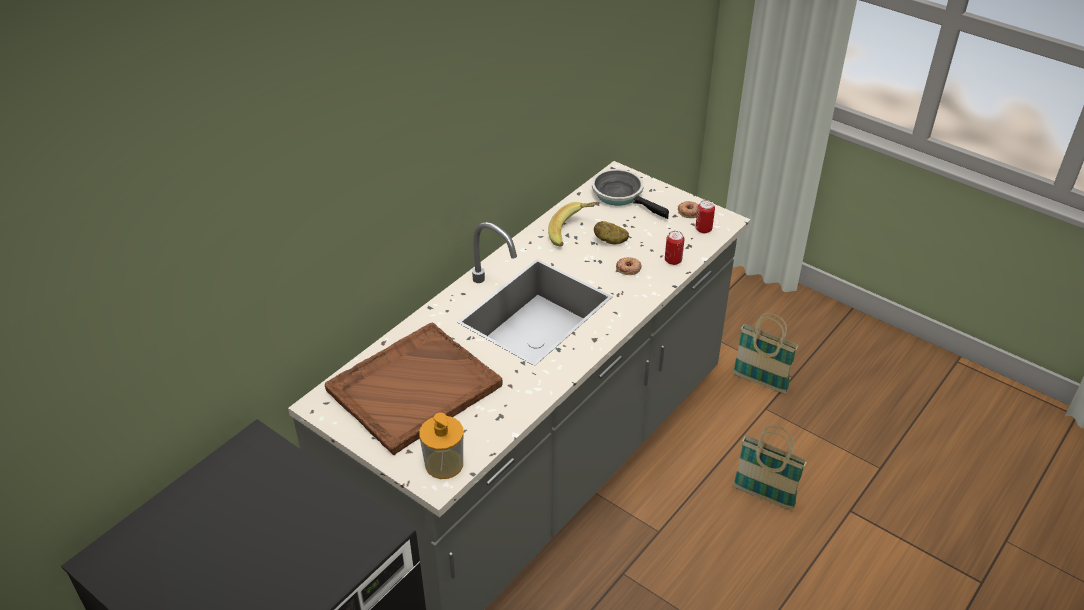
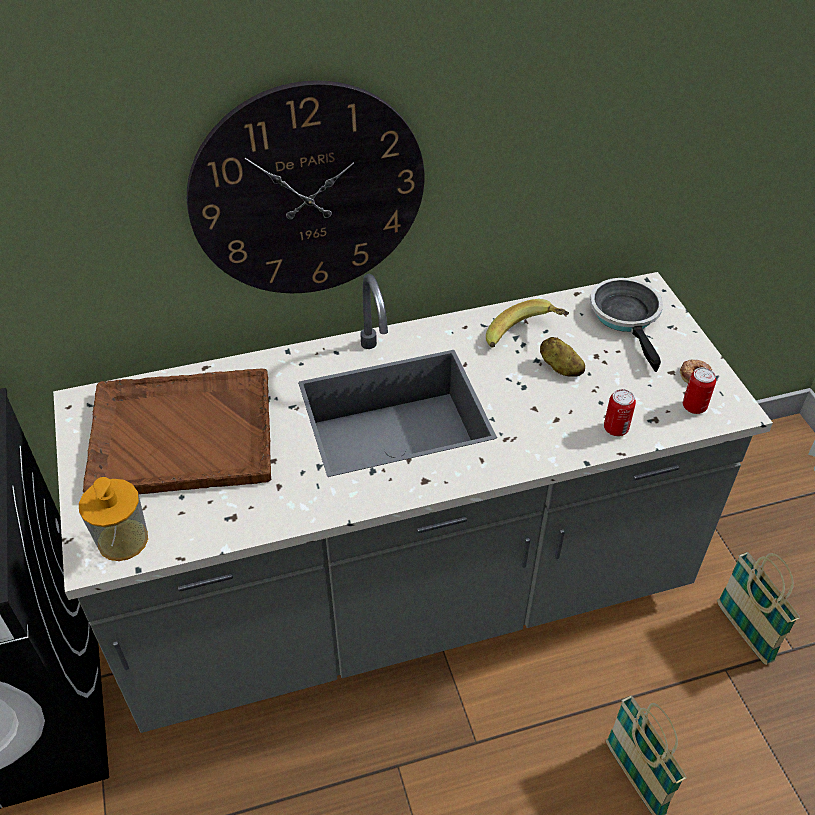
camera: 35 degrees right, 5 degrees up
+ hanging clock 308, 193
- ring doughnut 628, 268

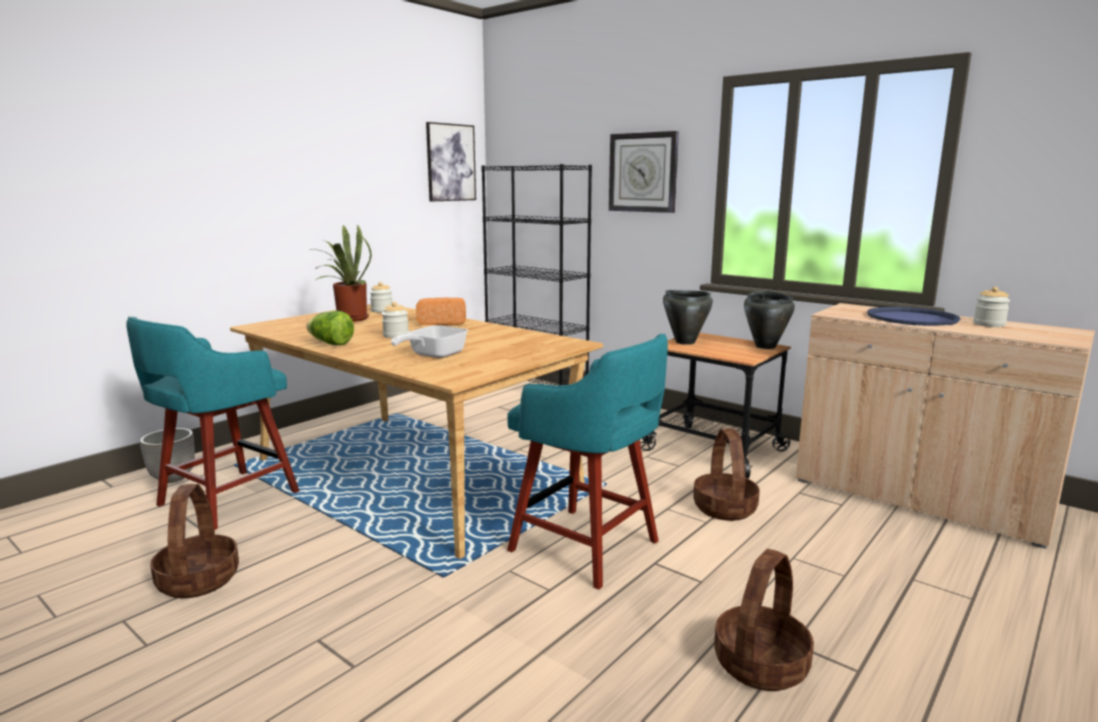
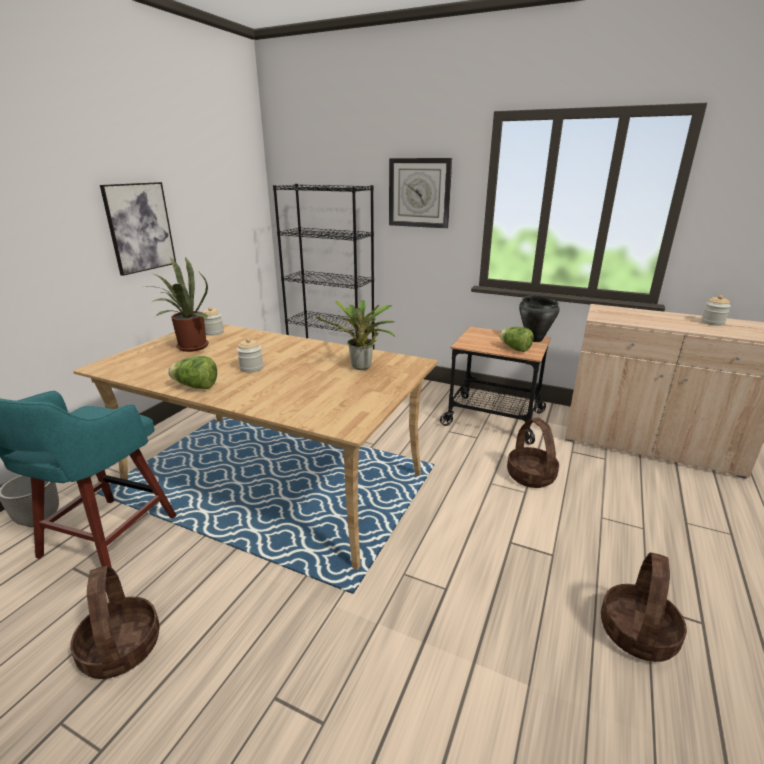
camera: 15 degrees left, 10 degrees up
~ wall art 450, 162 to 140, 227
+ houseplant 362, 368
+ head of lettuce 515, 349
- skillet 432, 355
- bread 442, 322
- turquoise-coloured stool seat 587, 548
- blackish stockpot 684, 342
- bluish tray 912, 318

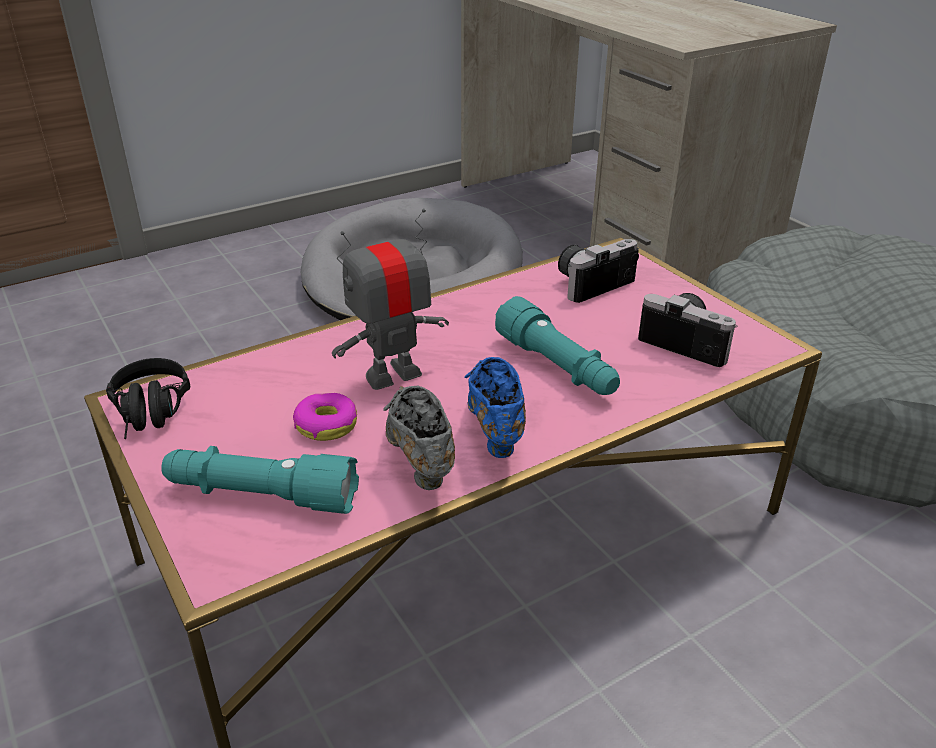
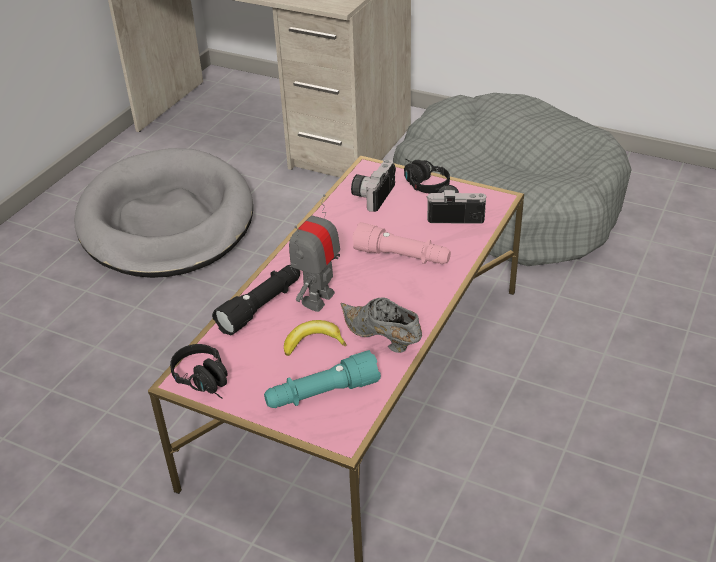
camera: 30 degrees left, 5 degrees up
+ blackish hand torch 261, 307
~ ring doughnut 326, 425 to banana fruit 313, 342
~ turquoise-coloured hand torch 557, 367 to pinkish hand torch 402, 257
+ blackish headphones 421, 183
- bluish shoe 495, 429

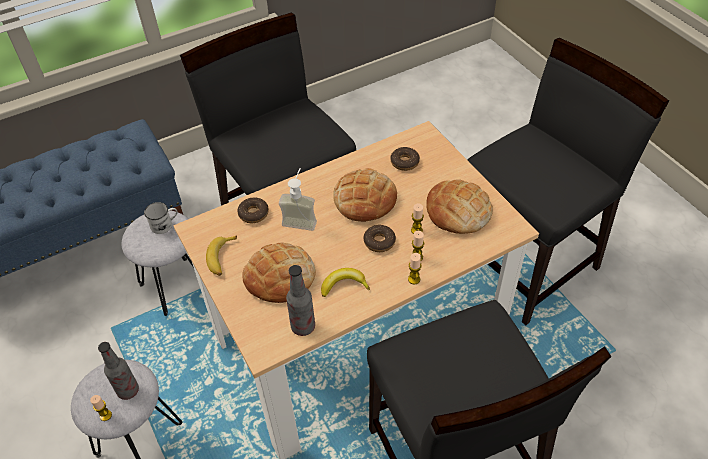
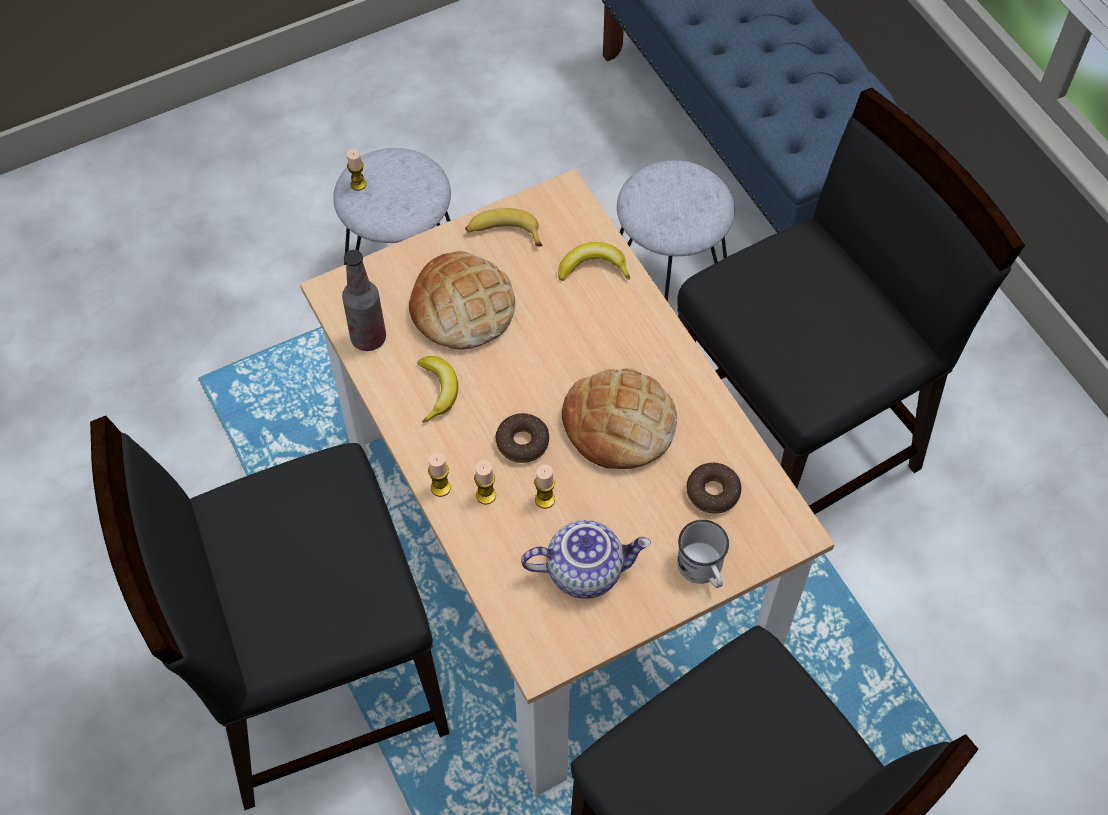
camera: 90 degrees right, 10 degrees up
~ bread 458, 211 to teapot 585, 569
~ ring doughnut 253, 213 to banana fruit 593, 267
~ white coffee mug 165, 225 to 703, 570
- bottle 128, 391
- soap bottle 301, 218

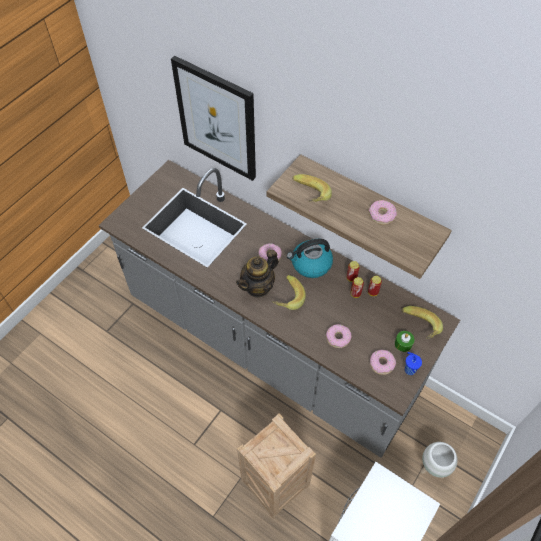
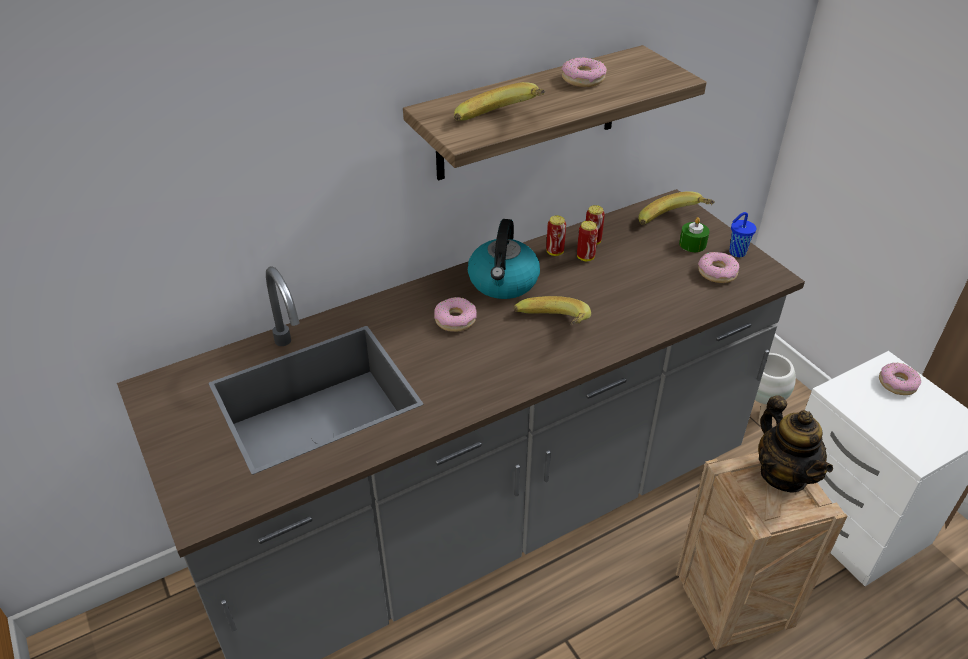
camera: 65 degrees left, 15 degrees down
~ teapot 258, 287 to 783, 474
~ ring doughnut 338, 338 to 897, 383
- wall art 217, 119

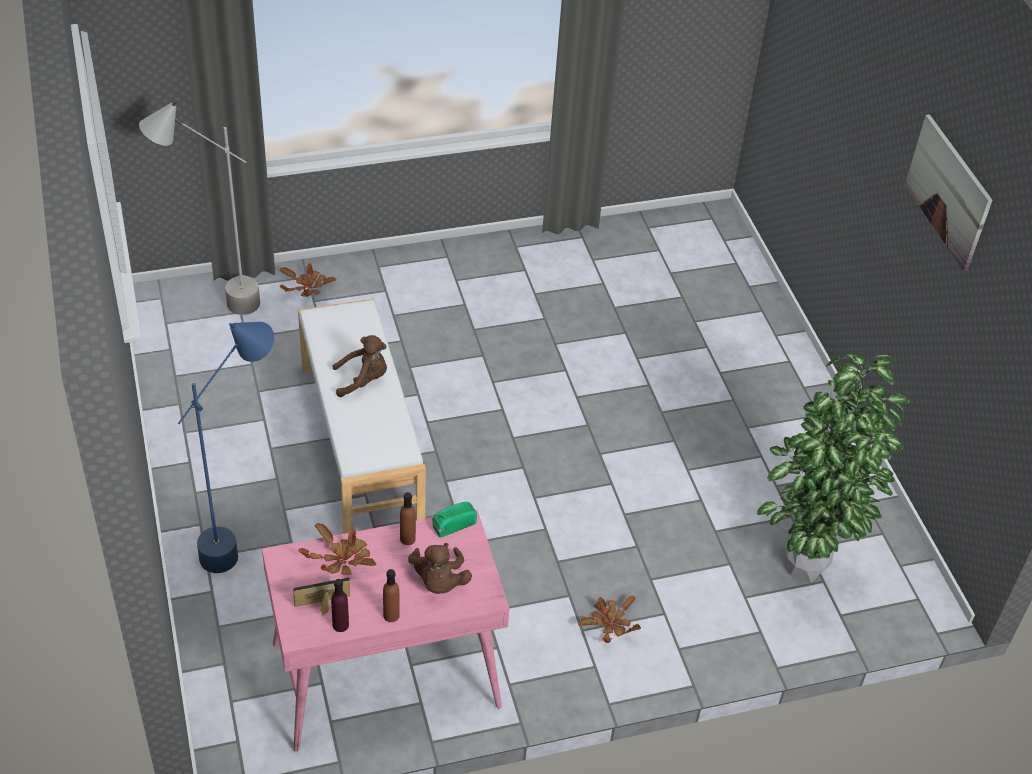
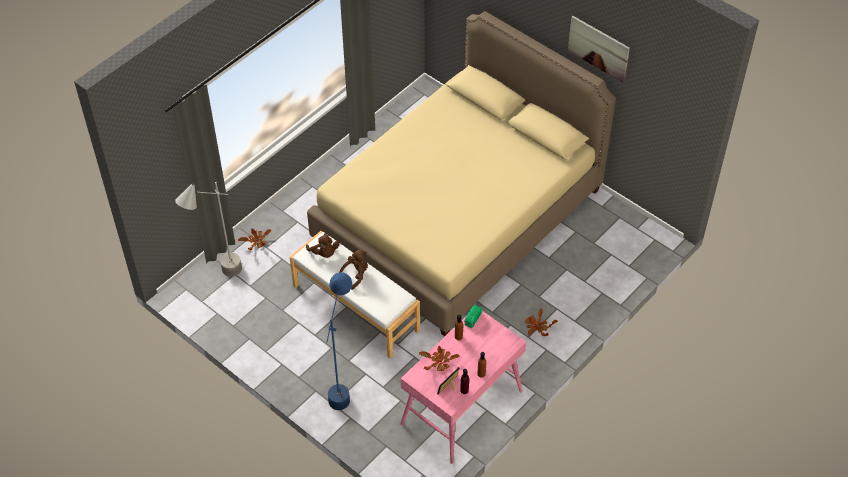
camera: 30 degrees left, 5 degrees up
~ brownish cuddly toy 439, 582 to 324, 253
+ beige-coloured sleeping bed 458, 216
- houseplant 804, 572

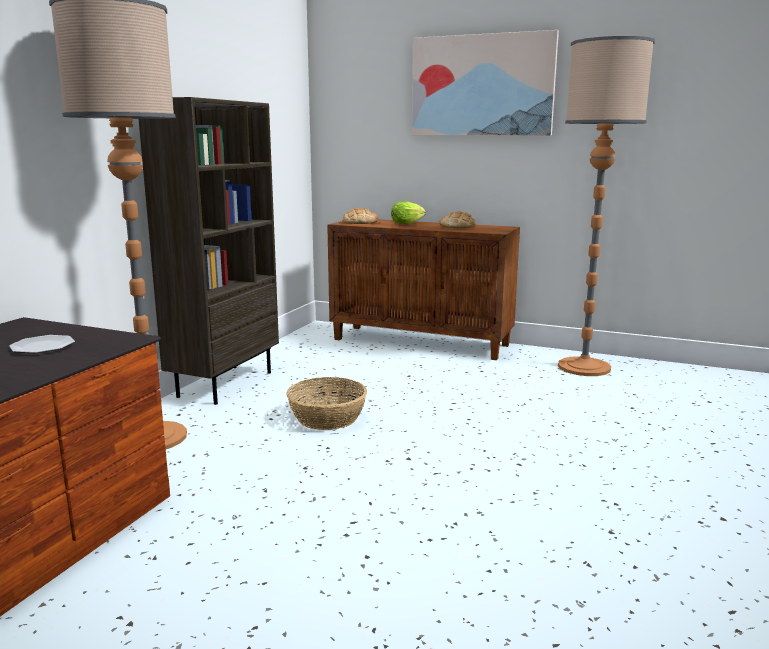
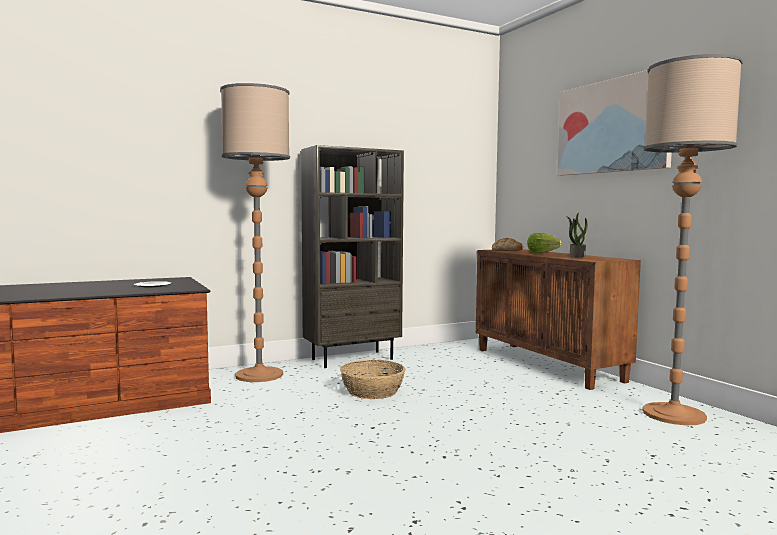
camera: 40 degrees right, 10 degrees down
~ bread 457, 226 to houseplant 577, 256

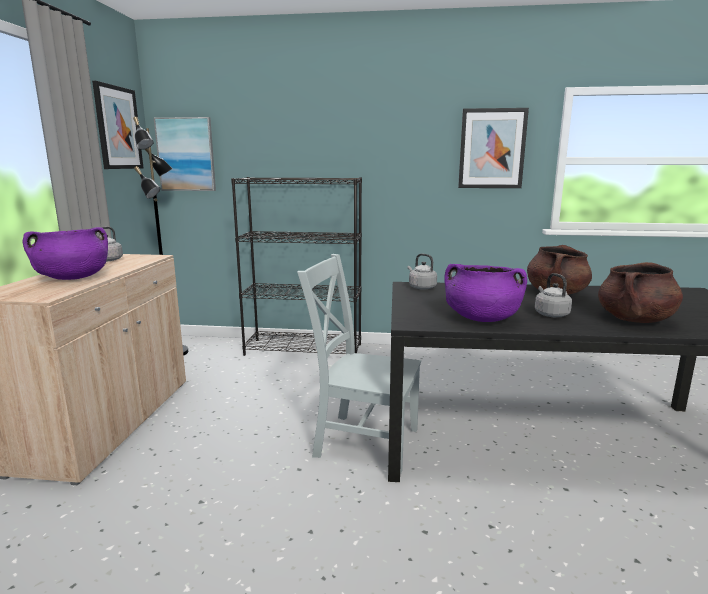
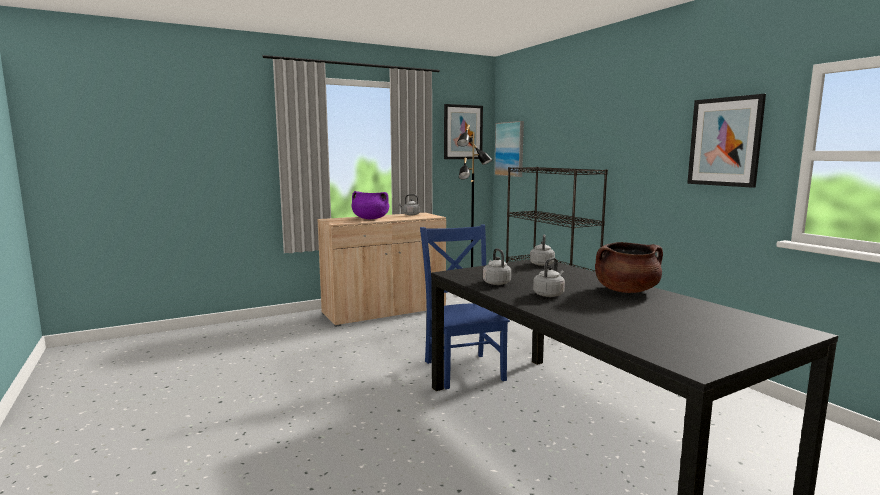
camera: 55 degrees right, 5 degrees down
~ greyish plain chair 362, 441 to bluish plain chair 463, 369
~ purple stockpot 481, 318 to greyish tea kettle 496, 283
- brownish stockpot 635, 319

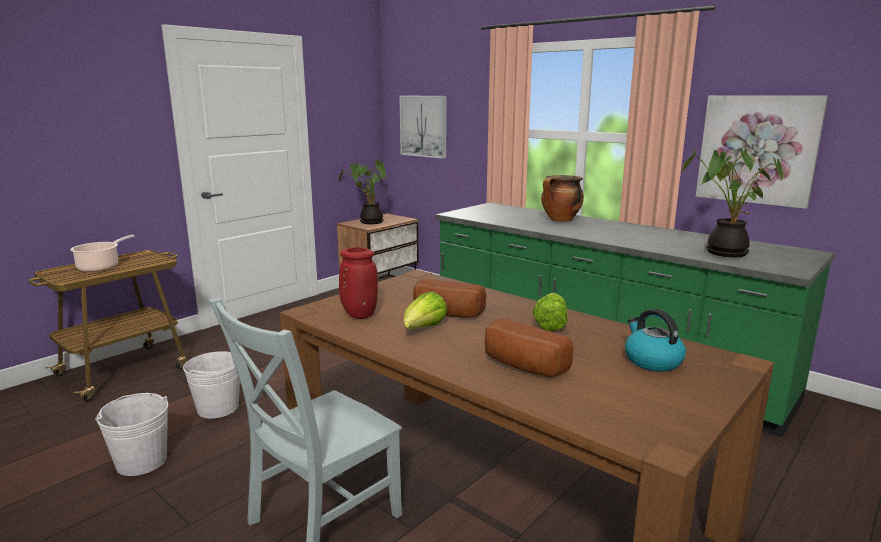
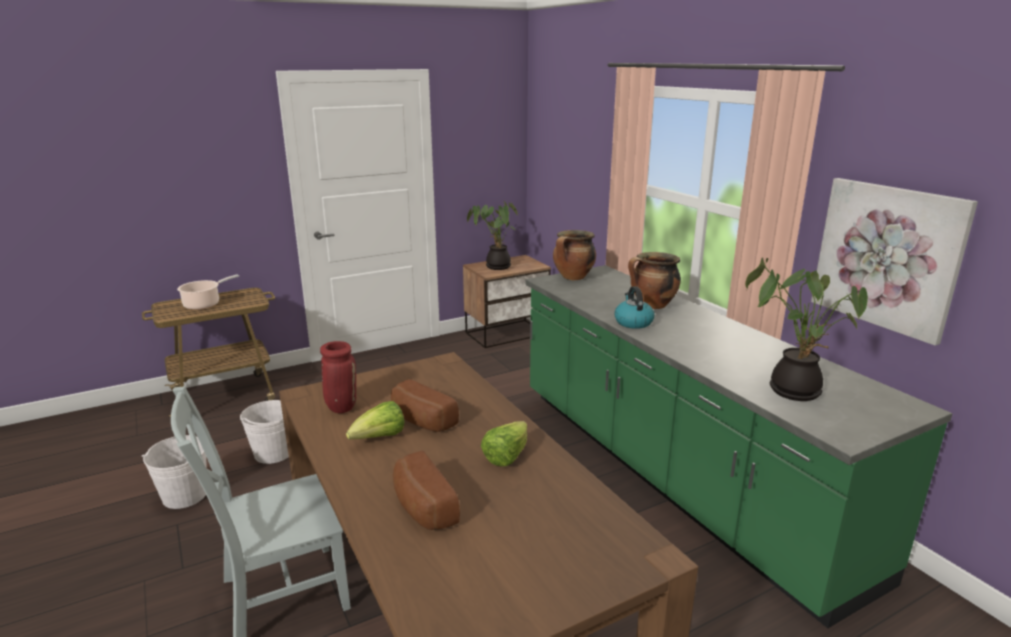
camera: 20 degrees right, 5 degrees up
+ stockpot 573, 278
~ tea kettle 652, 361 to 633, 322
- wall art 424, 126

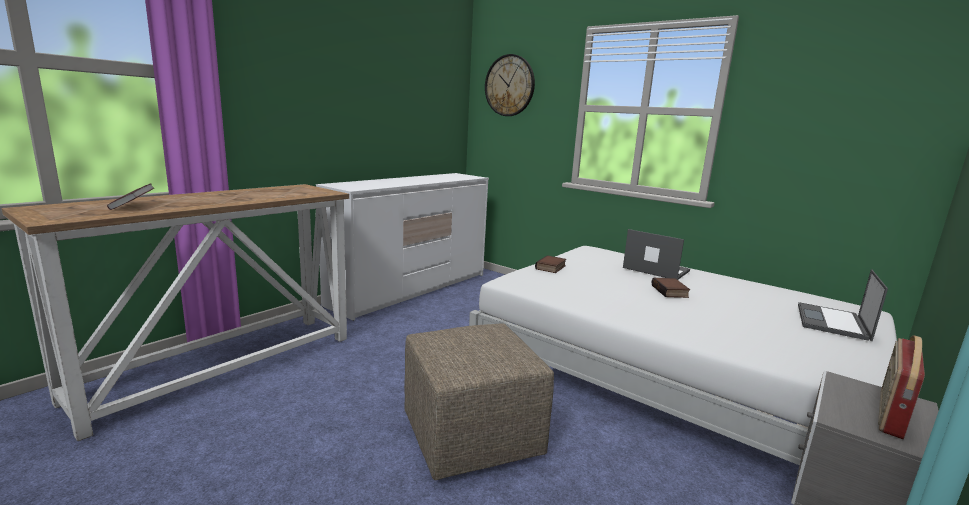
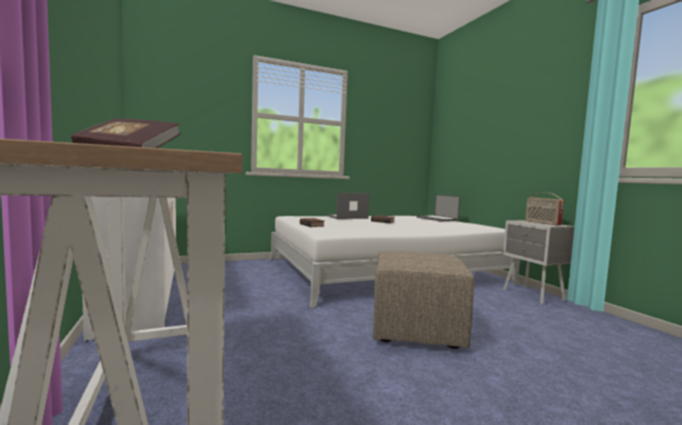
camera: 60 degrees left, 10 degrees down
- hanging clock 509, 85

